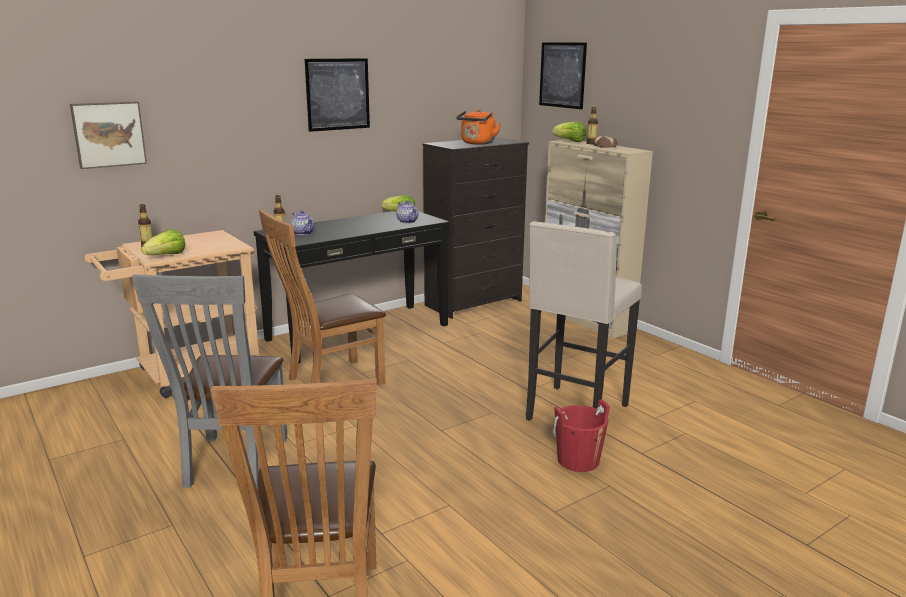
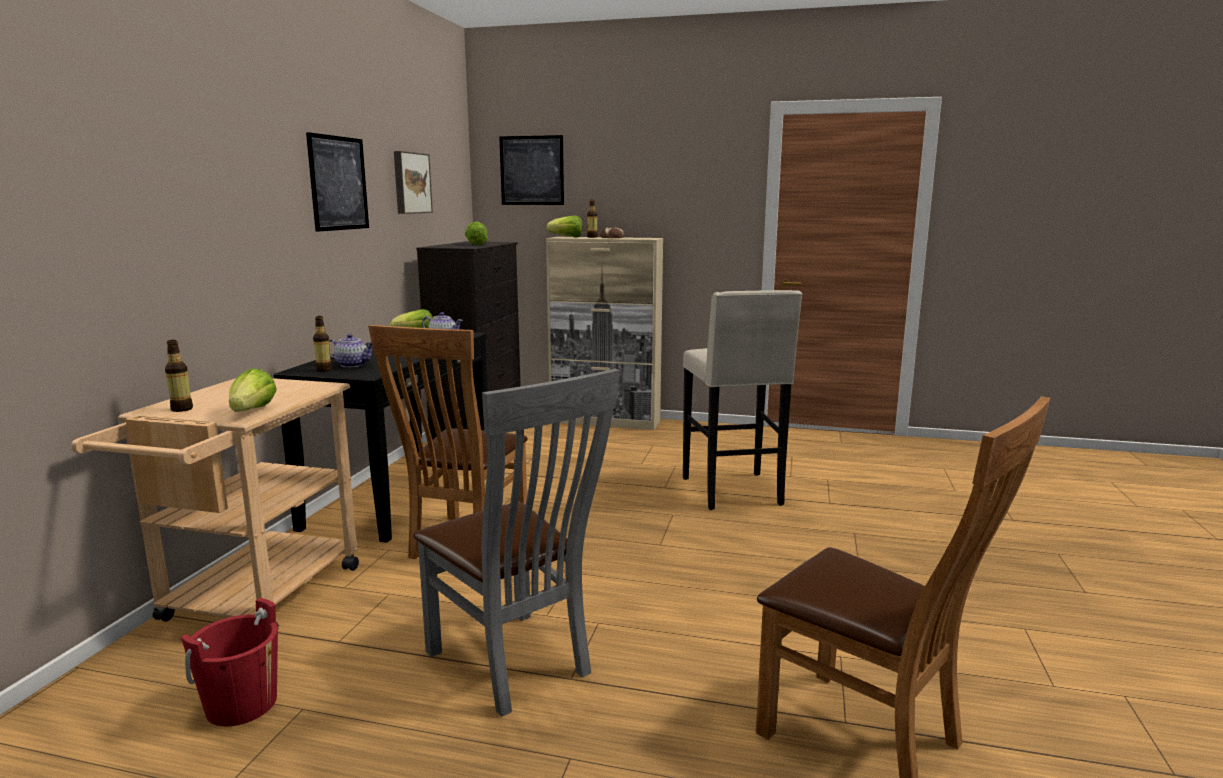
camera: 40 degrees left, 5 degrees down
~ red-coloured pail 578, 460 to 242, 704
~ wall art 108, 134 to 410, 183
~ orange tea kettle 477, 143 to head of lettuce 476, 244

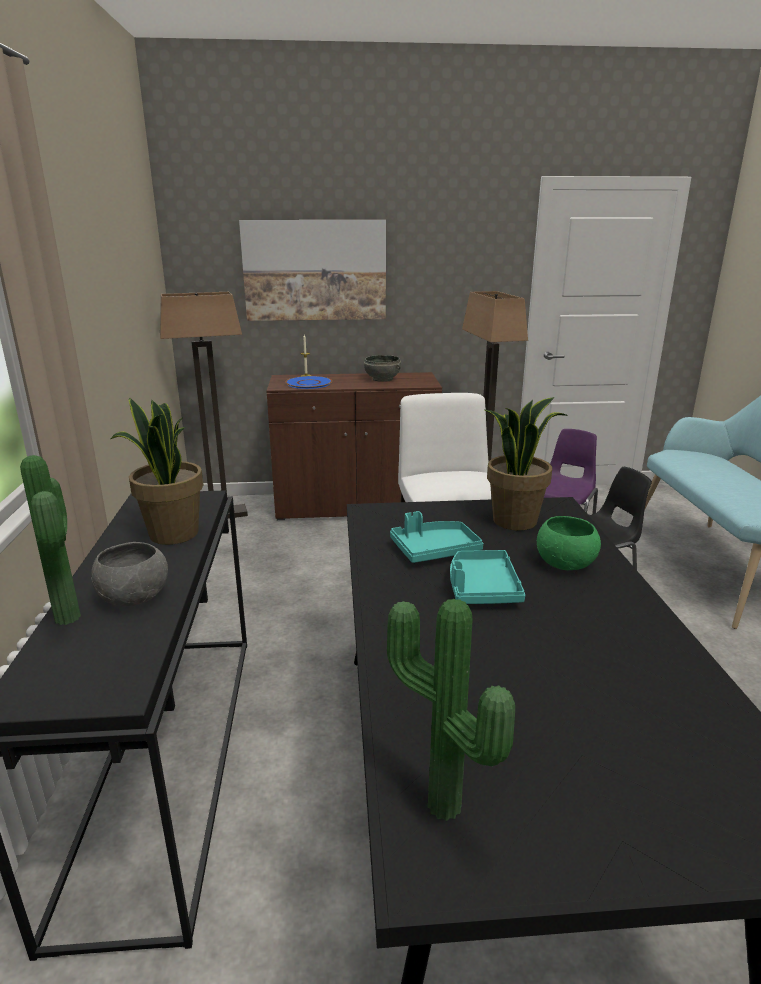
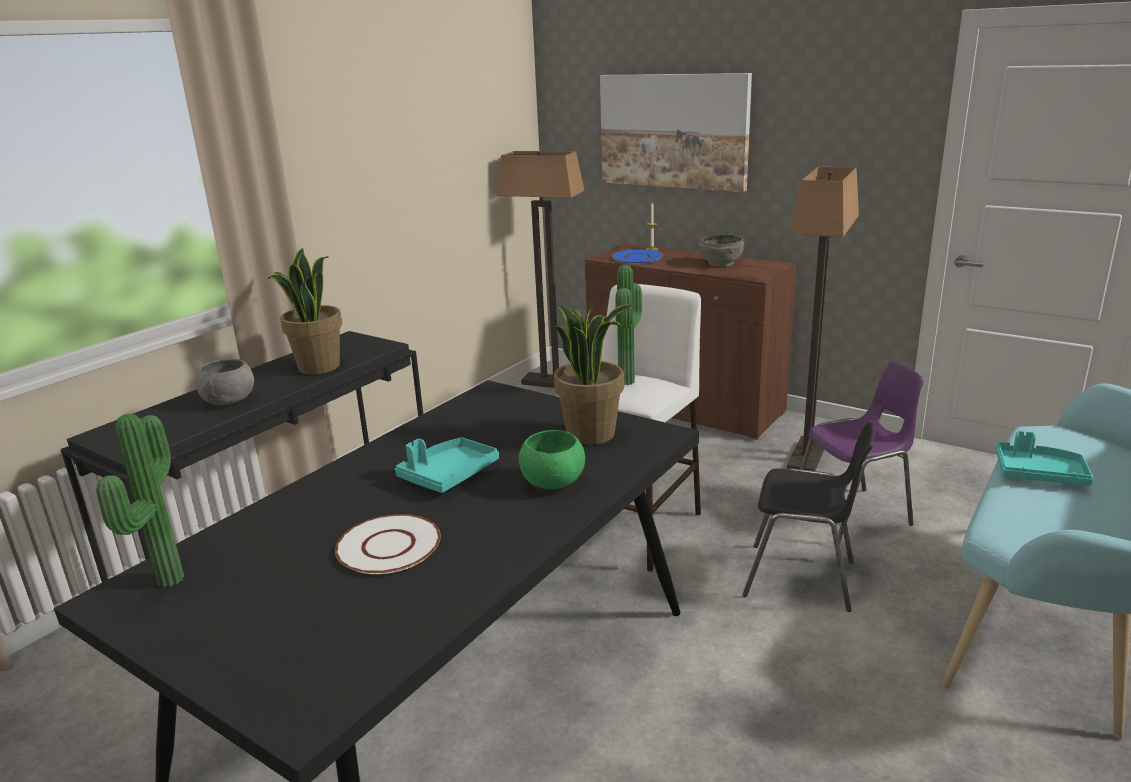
camera: 40 degrees right, 0 degrees up
+ white dinner plate 388, 546
~ houseplant 73, 616 to 629, 382
~ turquoise-coloured tray 434, 550 to 1039, 474

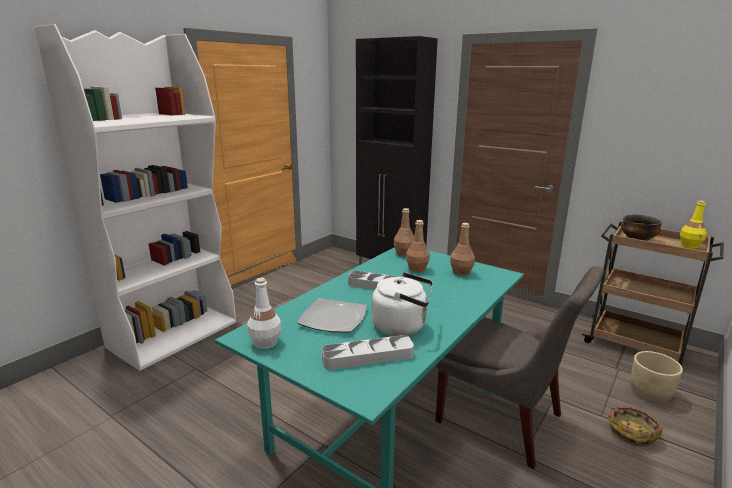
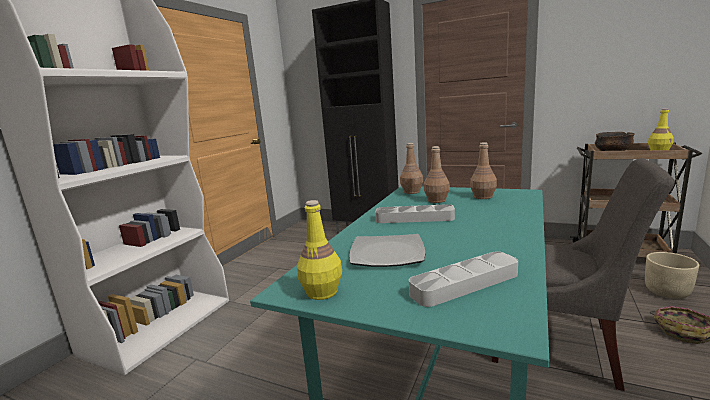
camera: 10 degrees left, 5 degrees down
~ white bottle 265, 342 to yellow-coloured bottle 321, 292
- white tea kettle 402, 326

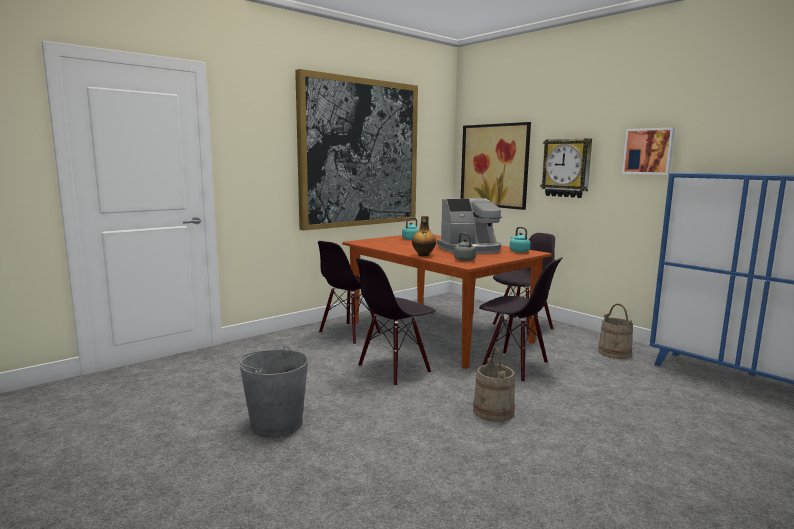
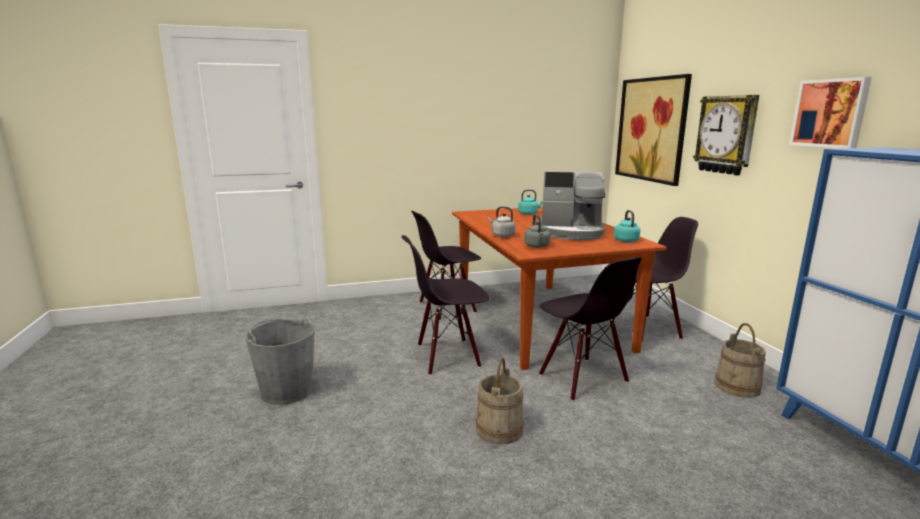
camera: 25 degrees right, 5 degrees up
~ bottle 423, 255 to greyish tea kettle 502, 235
- wall art 359, 153

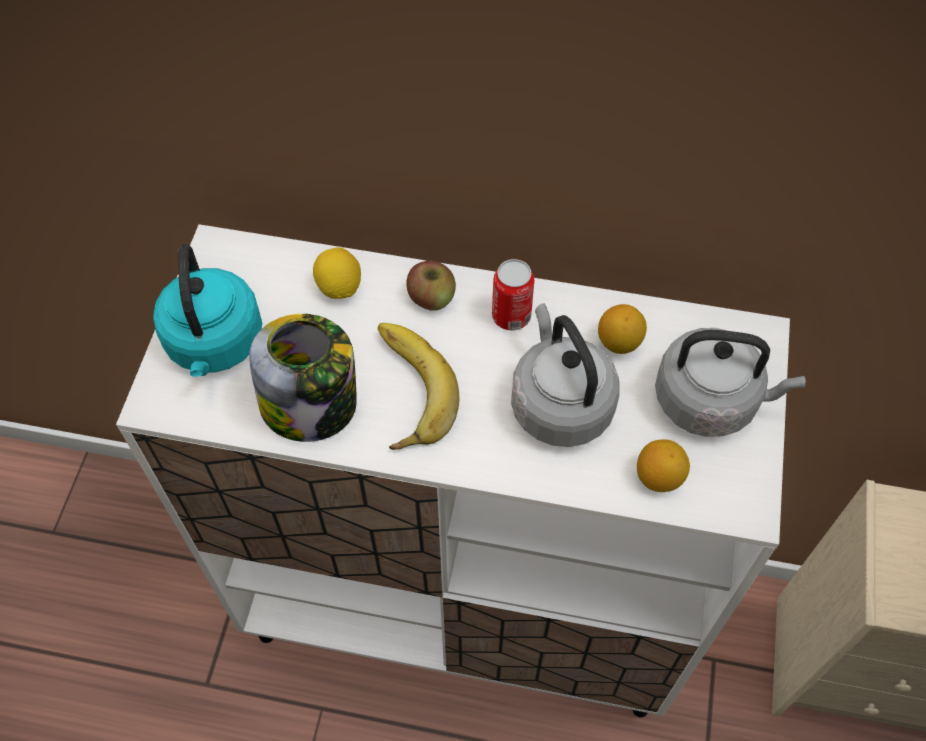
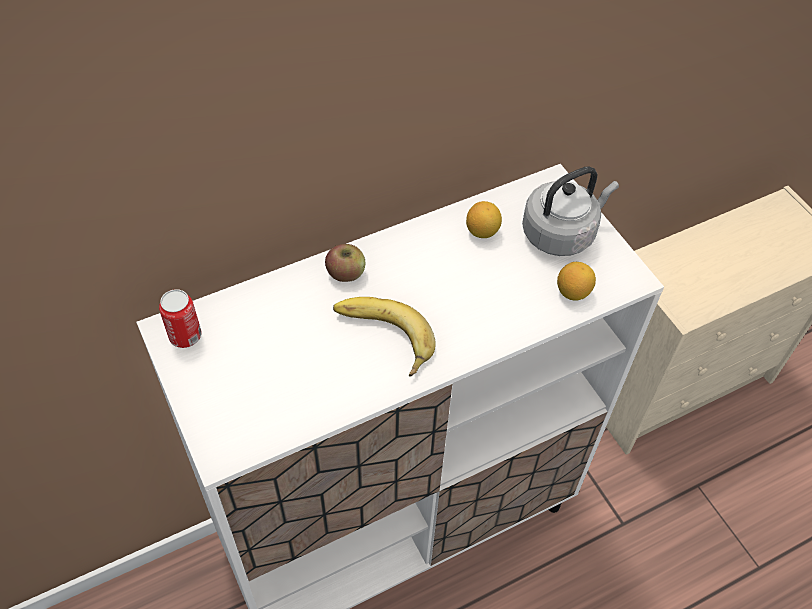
camera: 40 degrees left, 5 degrees down
~ metal can 511, 316 to 185, 336
- turquoise-coloured tea kettle 215, 345
- storage jar 311, 405
- citrus fruit 339, 287
- greyish tea kettle 559, 403

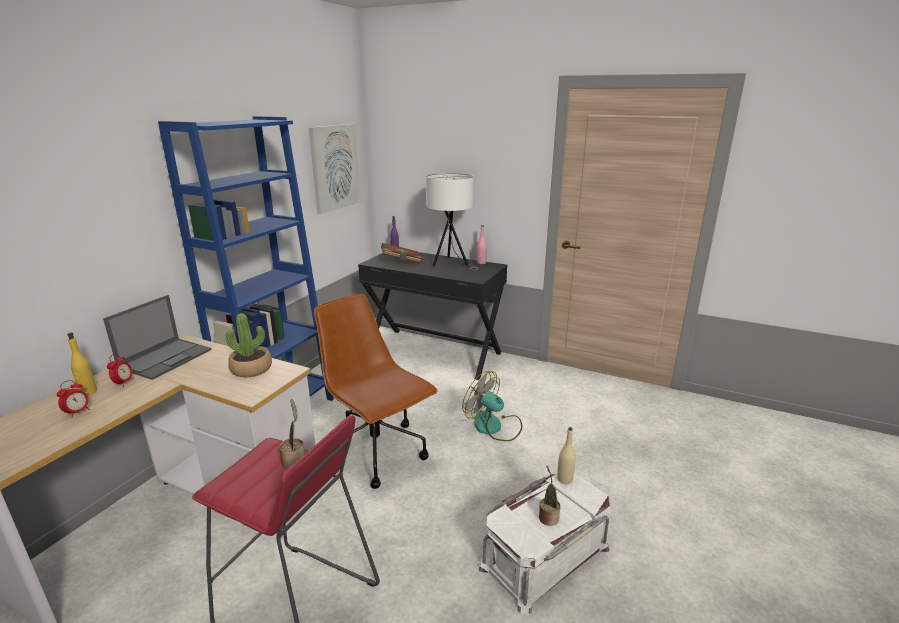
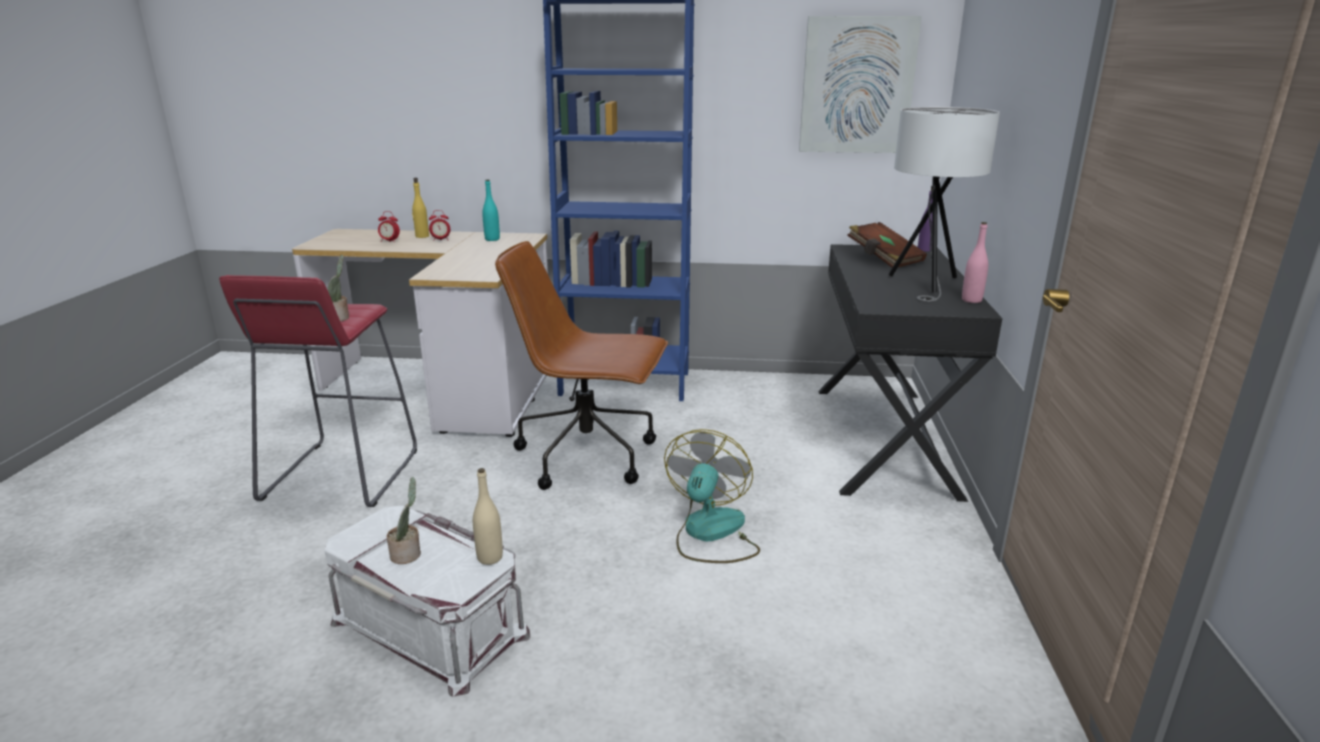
camera: 70 degrees right, 0 degrees up
~ portable computer 166, 358 to turquoise-coloured bottle 492, 239
~ brownish computer chair 377, 453 = 589, 456 105 degrees counterclockwise
- houseplant 251, 369

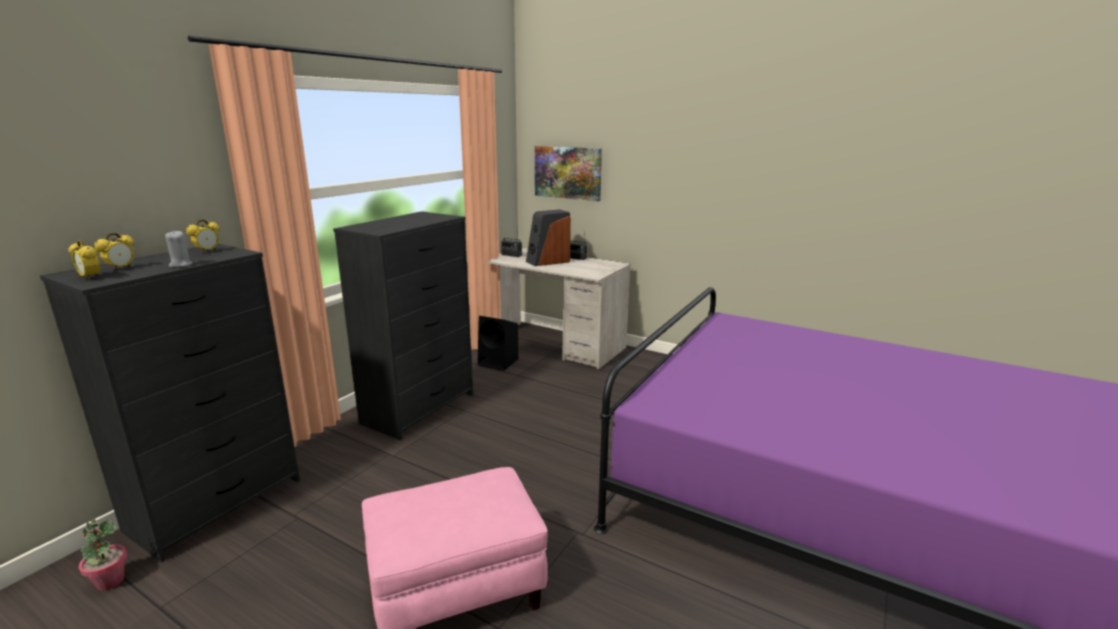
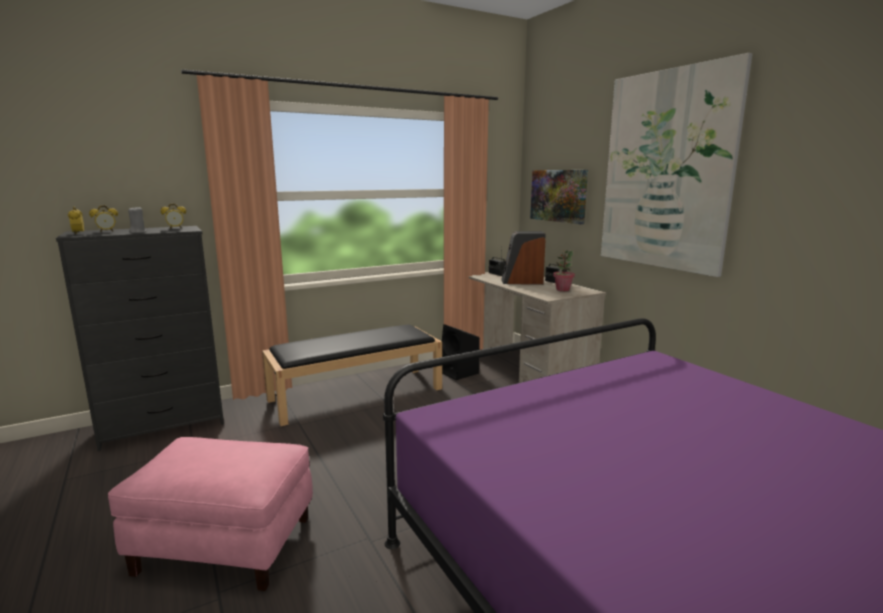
camera: 30 degrees right, 5 degrees down
~ blackish chest of drawers 419, 408 to blackish long seat 357, 394
~ houseplant 110, 581 to 562, 290
+ wall art 666, 171

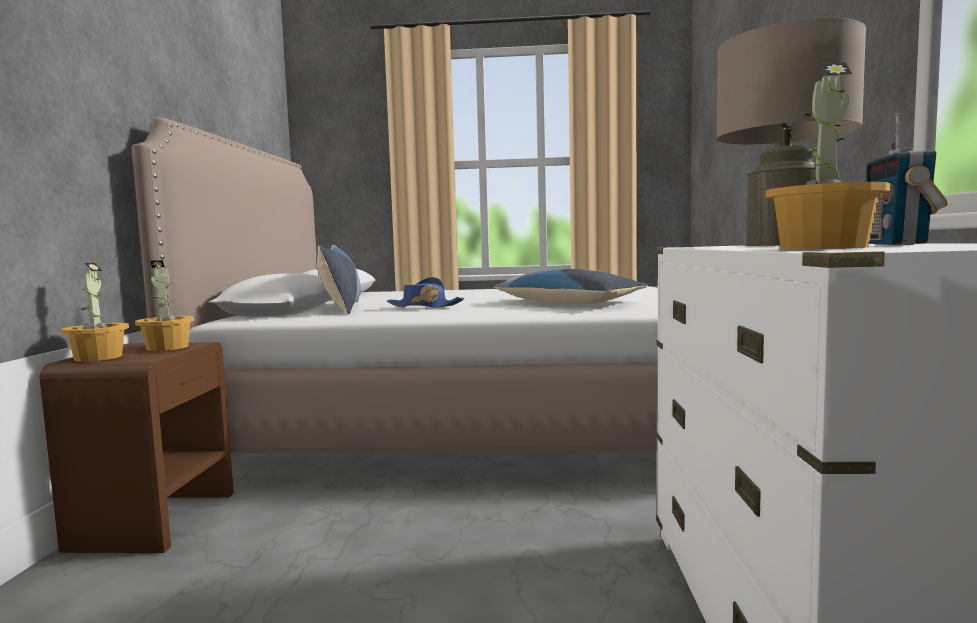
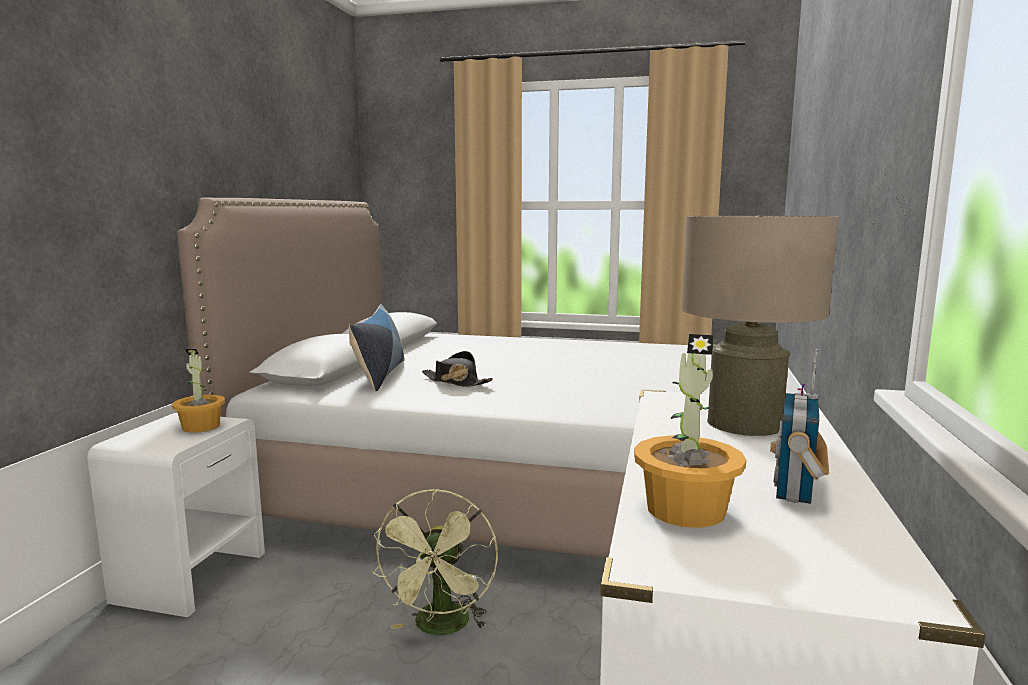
camera: 10 degrees right, 5 degrees up
~ brownish nightstand 155, 519 to white nightstand 192, 576
+ green fan 441, 628
~ bluish wearable hat 424, 306 to blackish wearable hat 455, 382
- houseplant 98, 357
- throw pillow 567, 303

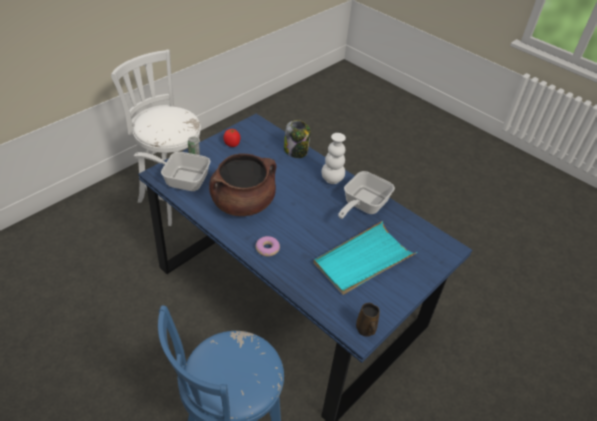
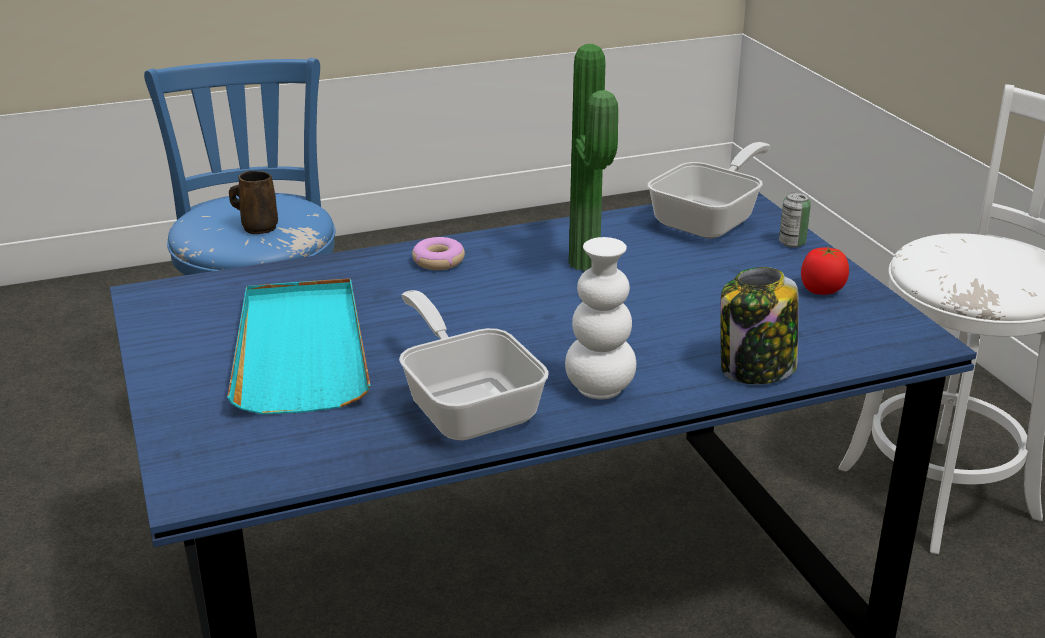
camera: 120 degrees right, 15 degrees down
~ brownish coffee mug 366, 330 to 258, 227
~ brownish stockpot 242, 203 to houseplant 590, 263

